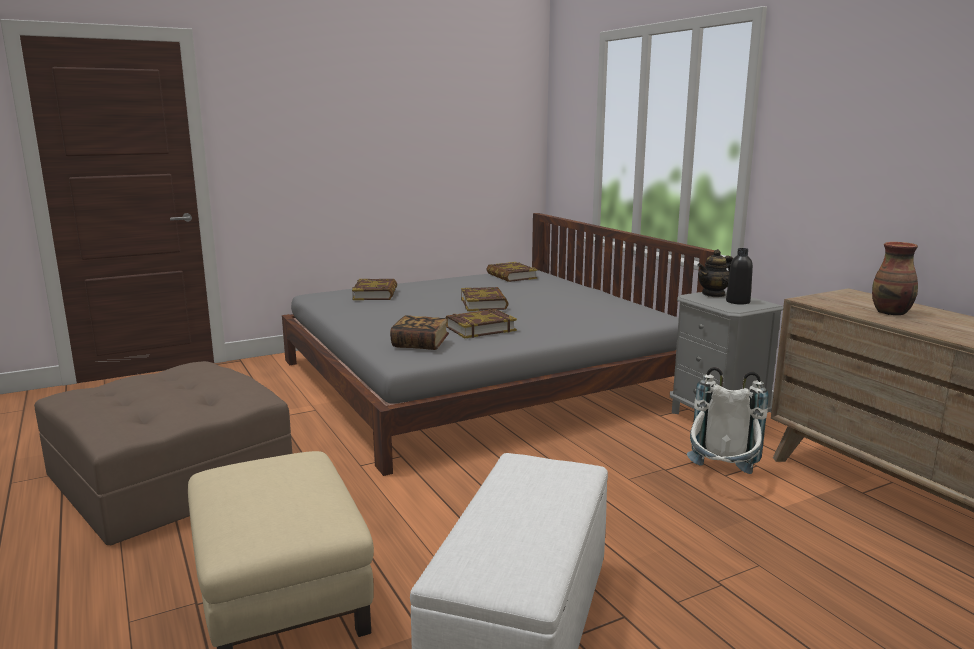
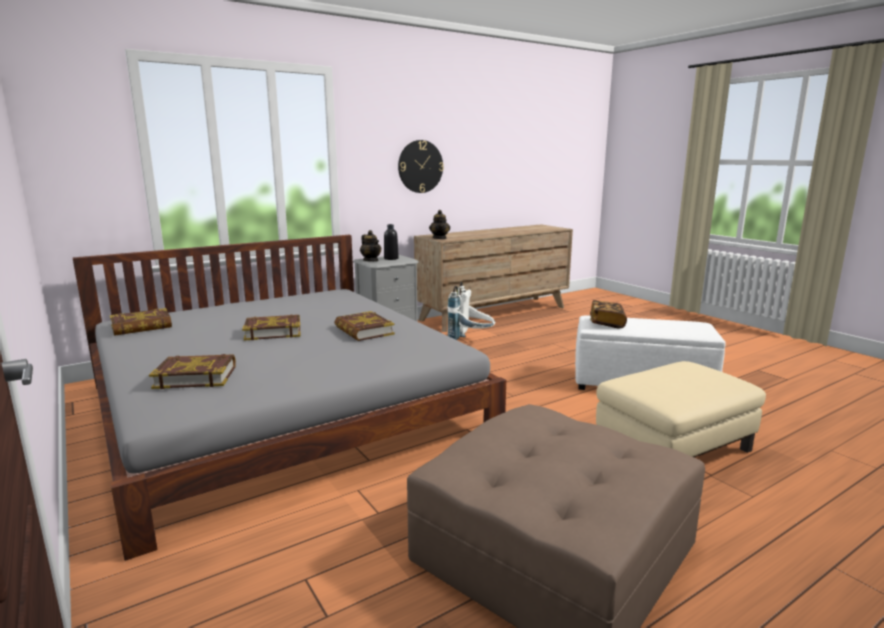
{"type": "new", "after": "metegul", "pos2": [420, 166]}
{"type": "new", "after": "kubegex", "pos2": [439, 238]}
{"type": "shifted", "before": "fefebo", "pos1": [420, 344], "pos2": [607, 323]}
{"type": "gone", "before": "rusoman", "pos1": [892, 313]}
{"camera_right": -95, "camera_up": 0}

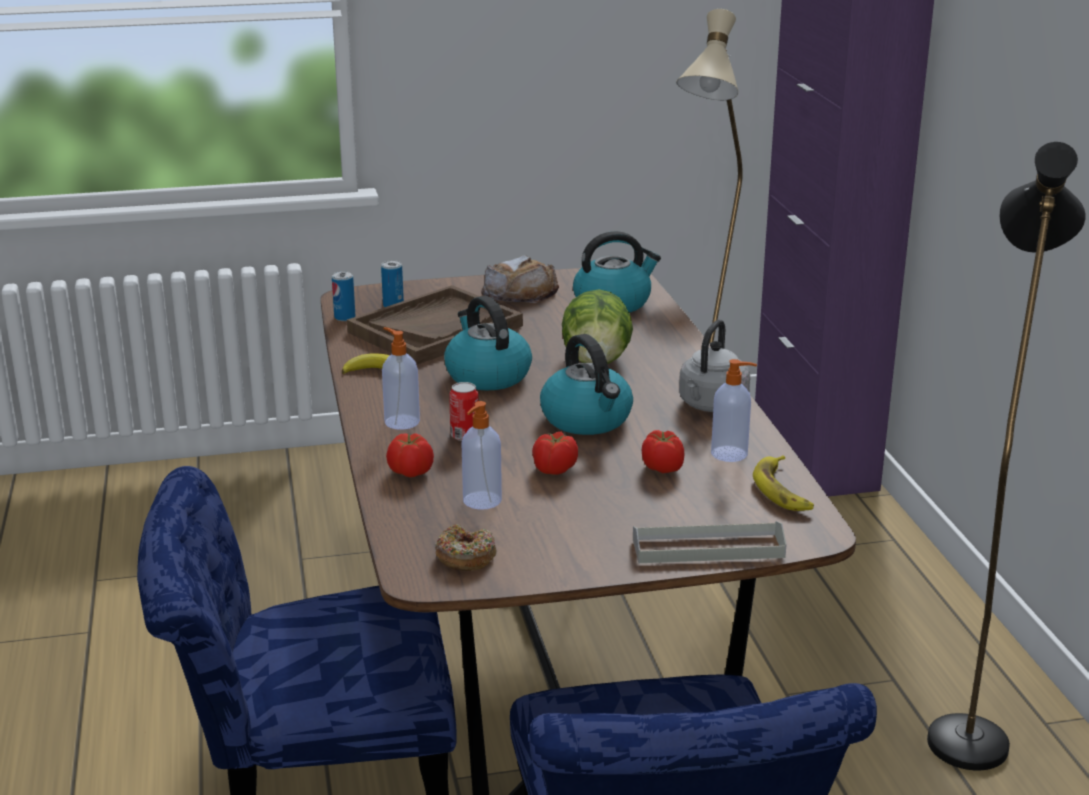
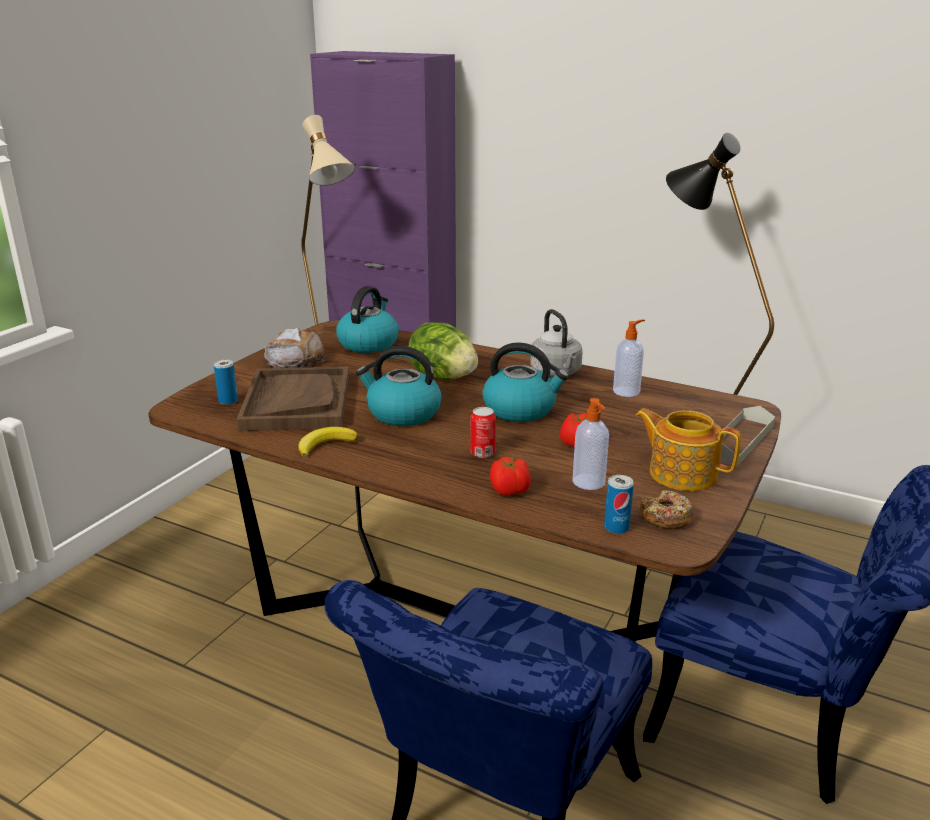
{"type": "shifted", "before": "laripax", "pos1": [344, 317], "pos2": [616, 527]}
{"type": "new", "after": "kubegex", "pos2": [681, 473]}
{"type": "gone", "before": "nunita", "pos1": [401, 421]}
{"type": "gone", "before": "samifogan", "pos1": [662, 468]}
{"type": "gone", "before": "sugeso", "pos1": [782, 490]}
{"camera_right": -50, "camera_up": 0}

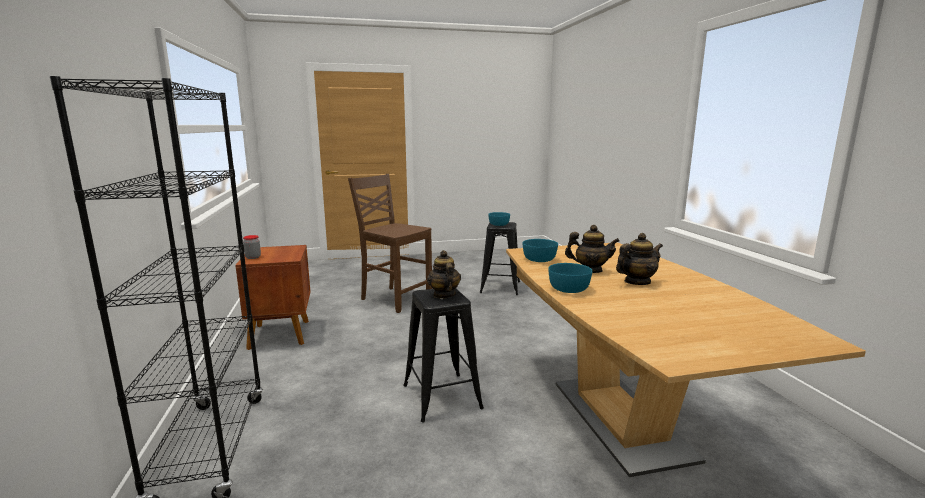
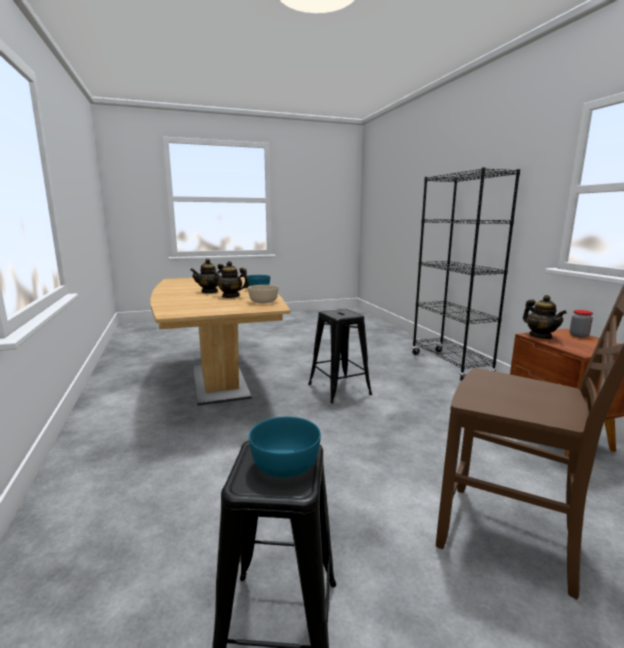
{"type": "repainted", "before": "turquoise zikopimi", "after": "beige zikopimi", "pos1": [539, 259], "pos2": [263, 301]}
{"type": "shifted", "before": "kubegex", "pos1": [444, 295], "pos2": [540, 336]}
{"camera_right": 175, "camera_up": 0}

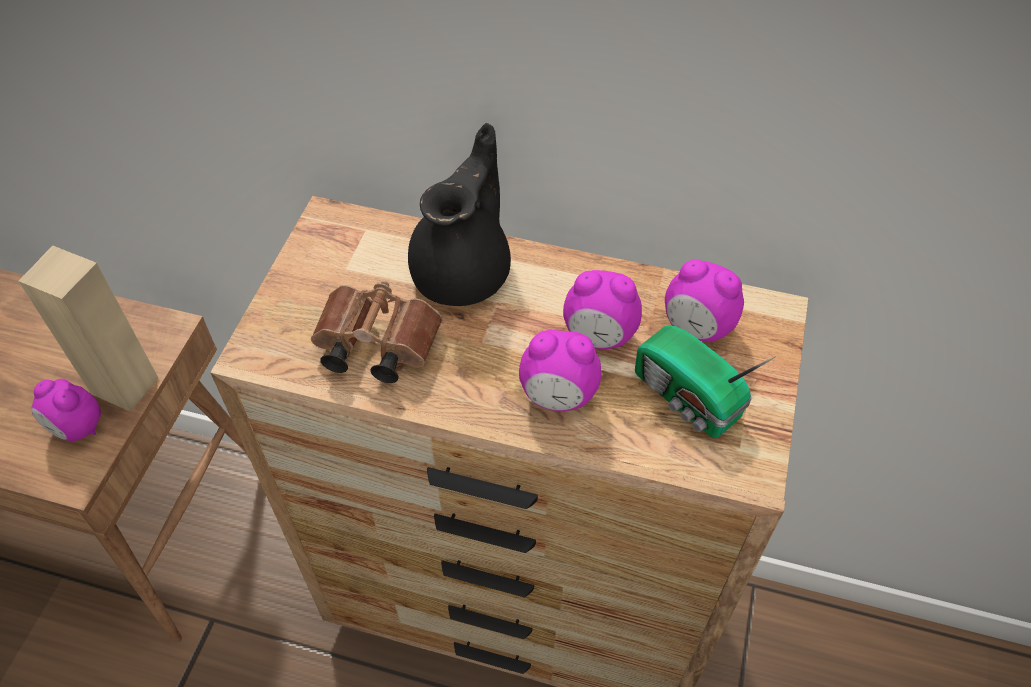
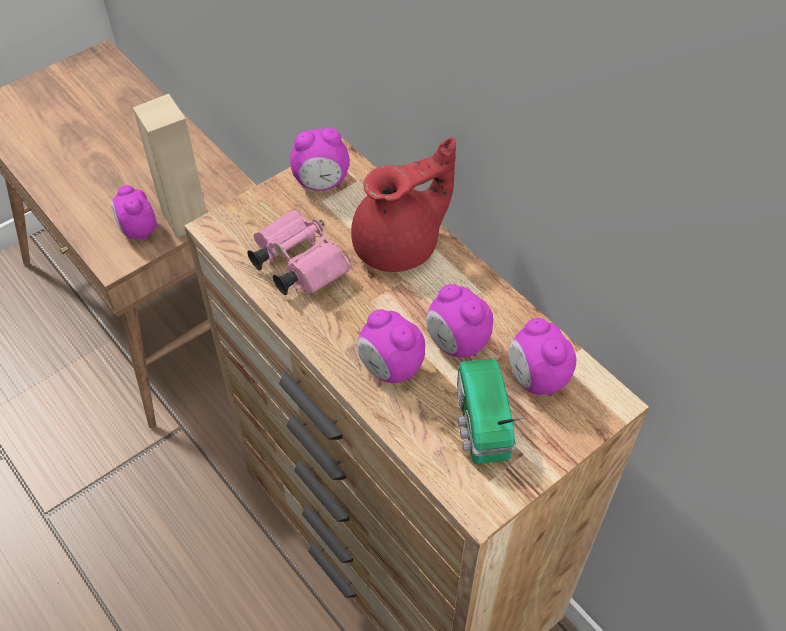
{"type": "repainted", "before": "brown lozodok", "after": "pink lozodok", "pos1": [373, 346], "pos2": [296, 264]}
{"type": "new", "after": "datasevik", "pos2": [321, 182]}
{"type": "repainted", "before": "black kubegex", "after": "red kubegex", "pos1": [464, 272], "pos2": [400, 245]}
{"camera_right": 35, "camera_up": 0}

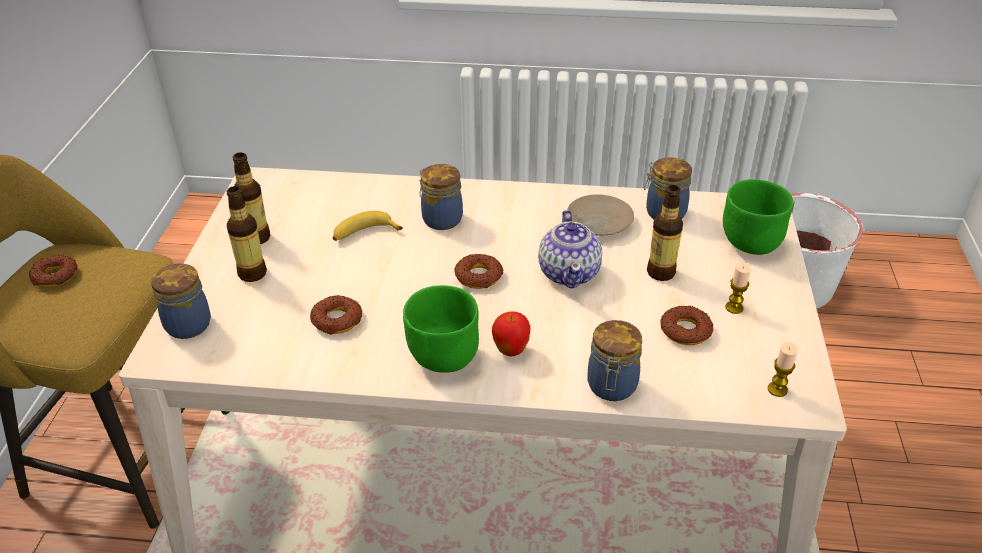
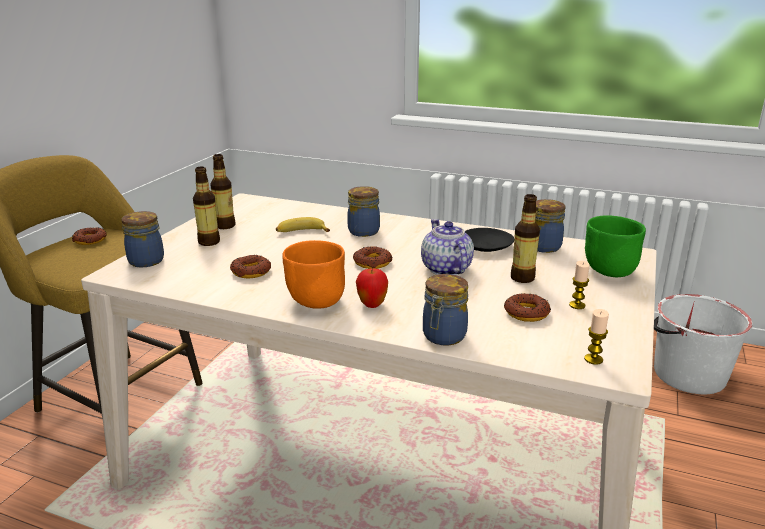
{"type": "repainted", "before": "green zikopimi", "after": "orange zikopimi", "pos1": [443, 359], "pos2": [316, 302]}
{"type": "rotated", "before": "kubegex", "pos1": [569, 273], "pos2": [446, 269], "turn": 150}
{"type": "repainted", "before": "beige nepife", "after": "black nepife", "pos1": [599, 223], "pos2": [485, 246]}
{"camera_right": 15, "camera_up": -15}

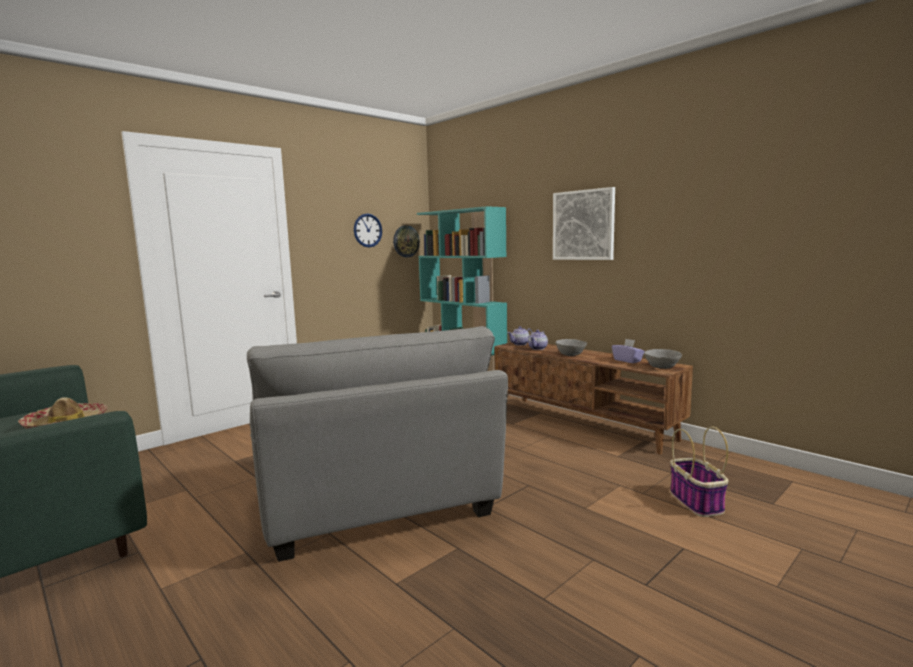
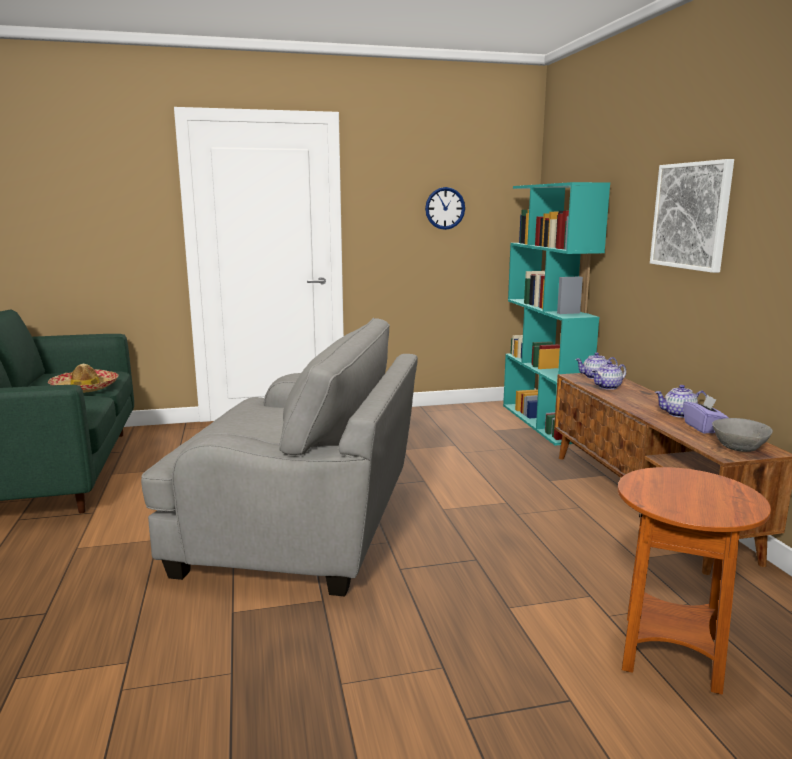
{"type": "rotated", "before": "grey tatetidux", "pos1": [376, 503], "pos2": [302, 529], "turn": -90}
{"type": "swapped", "before": "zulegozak", "after": "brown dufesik", "pos1": [697, 502], "pos2": [671, 653]}
{"type": "new", "after": "kubegex", "pos2": [678, 414]}
{"type": "gone", "before": "metegul", "pos1": [406, 241]}
{"type": "gone", "before": "grey zikopimi", "pos1": [570, 355]}
{"camera_right": 30, "camera_up": 5}

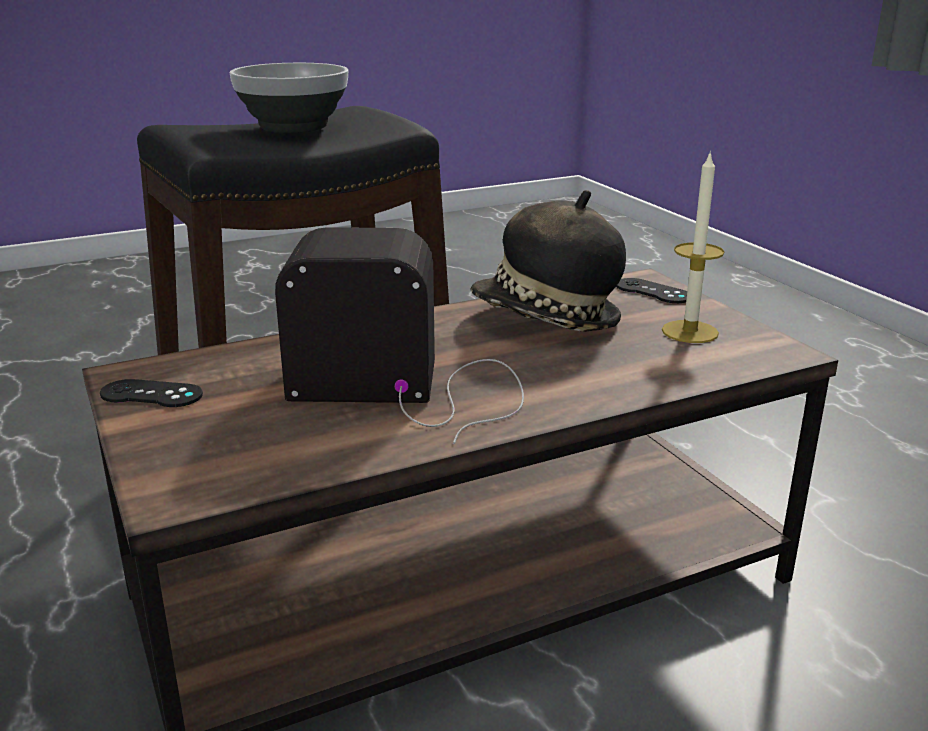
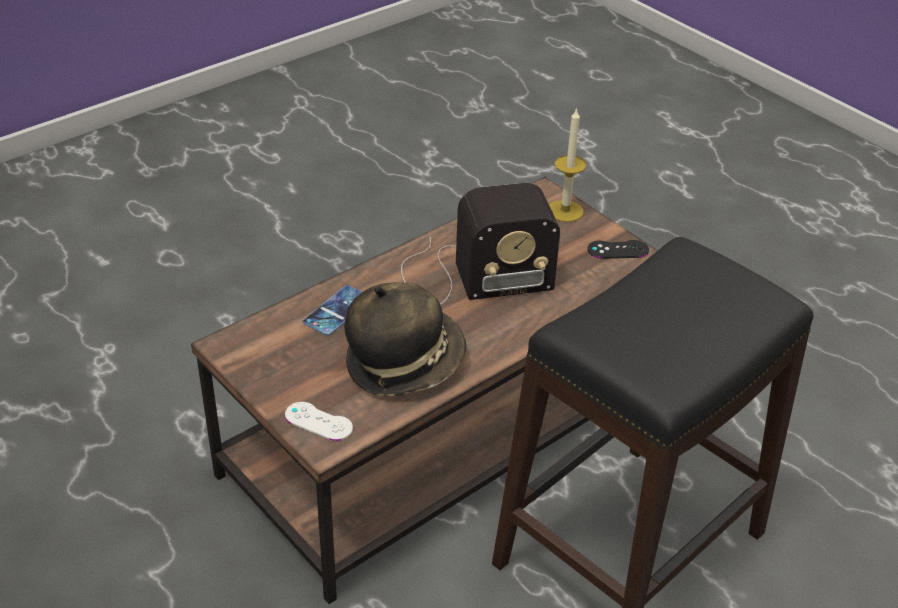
{"type": "repainted", "before": "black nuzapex", "after": "white nuzapex", "pos1": [653, 291], "pos2": [318, 421]}
{"type": "new", "after": "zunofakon", "pos2": [337, 311]}
{"type": "shifted", "before": "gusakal", "pos1": [690, 332], "pos2": [565, 211]}
{"type": "gone", "before": "zikopimi", "pos1": [292, 127]}
{"camera_right": 165, "camera_up": 15}

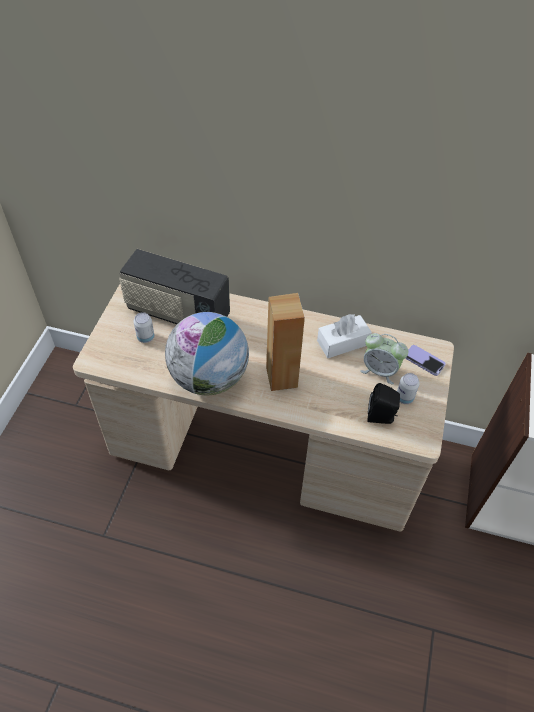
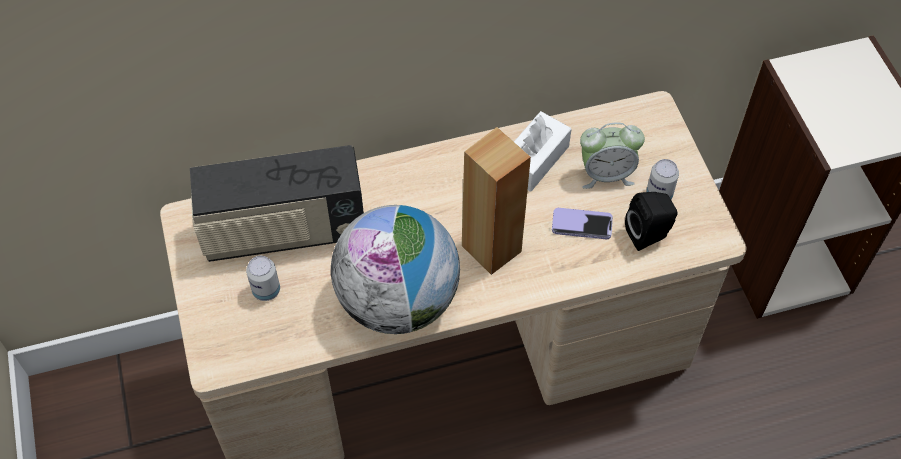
{"type": "shifted", "before": "zunofakon", "pos1": [424, 361], "pos2": [582, 225]}
{"camera_right": -30, "camera_up": 5}

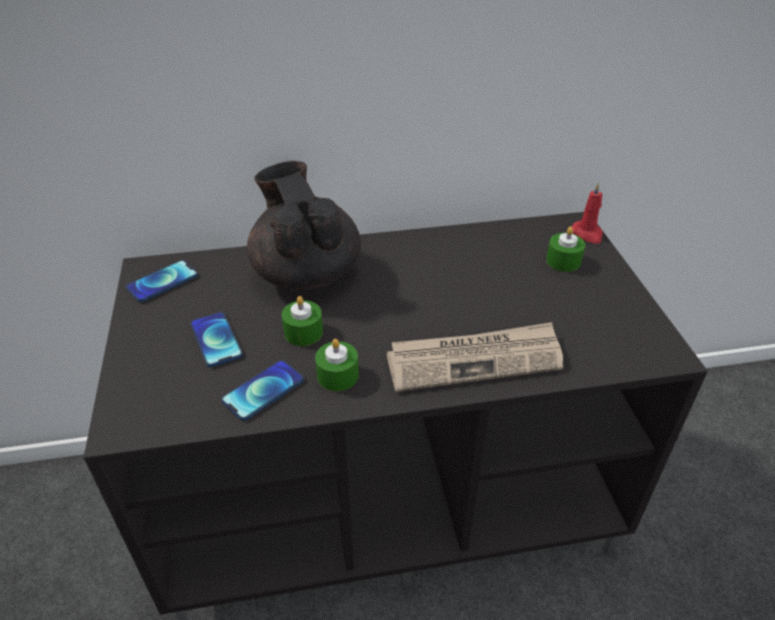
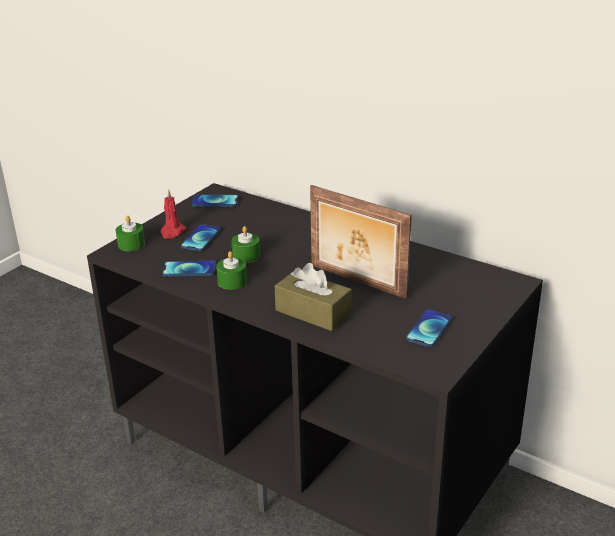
{"type": "shifted", "before": "green gusakal", "pos1": [563, 261], "pos2": [131, 244]}
{"type": "shifted", "before": "red gusakal", "pos1": [587, 234], "pos2": [172, 232]}
{"type": "swapped", "before": "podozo", "after": "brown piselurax", "pos1": [475, 359], "pos2": [313, 312]}
{"type": "new", "after": "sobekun", "pos2": [356, 282]}
{"type": "new", "after": "zunofakon", "pos2": [429, 329]}
{"type": "gone", "before": "black kubegex", "pos1": [306, 272]}
{"camera_right": 45, "camera_up": -10}

